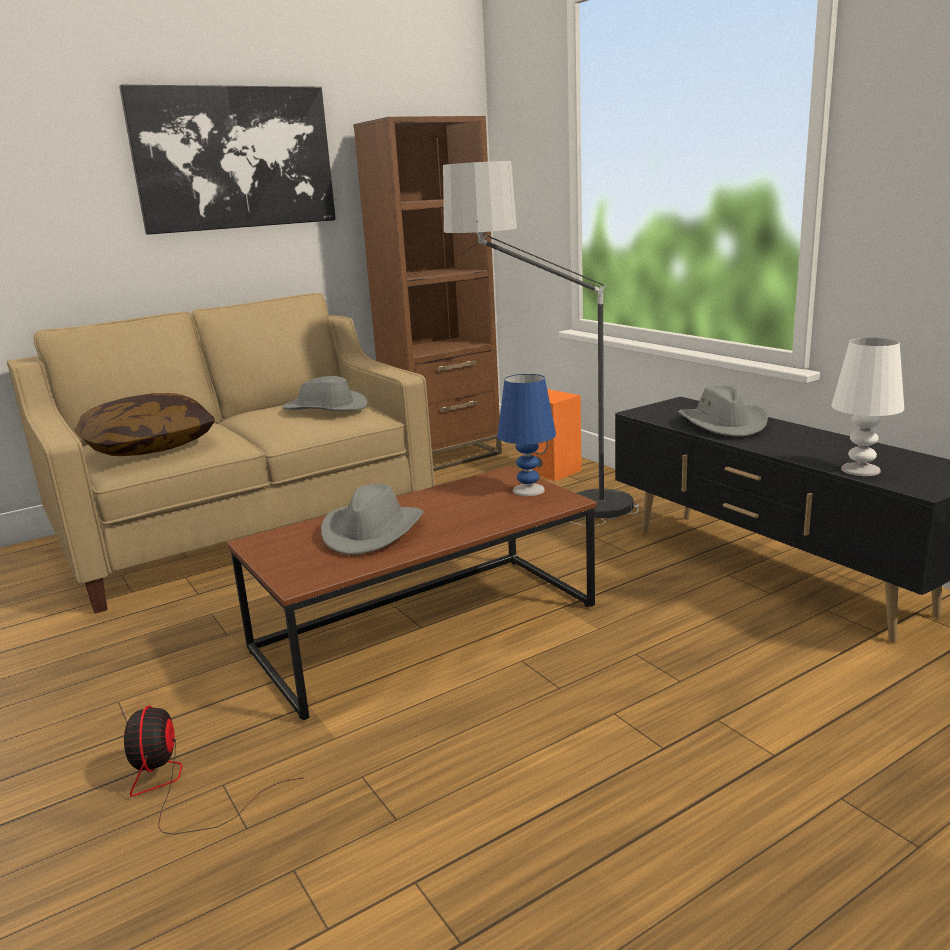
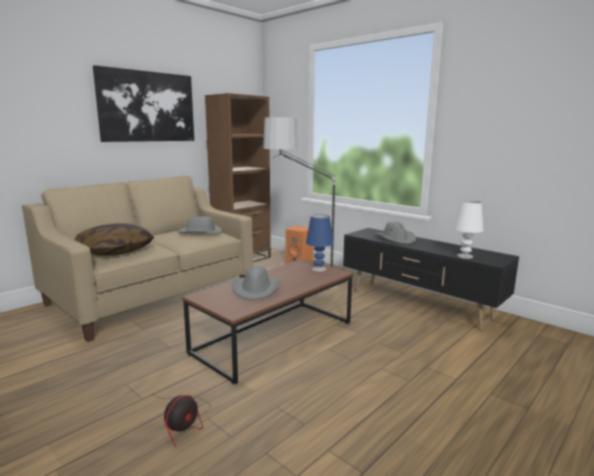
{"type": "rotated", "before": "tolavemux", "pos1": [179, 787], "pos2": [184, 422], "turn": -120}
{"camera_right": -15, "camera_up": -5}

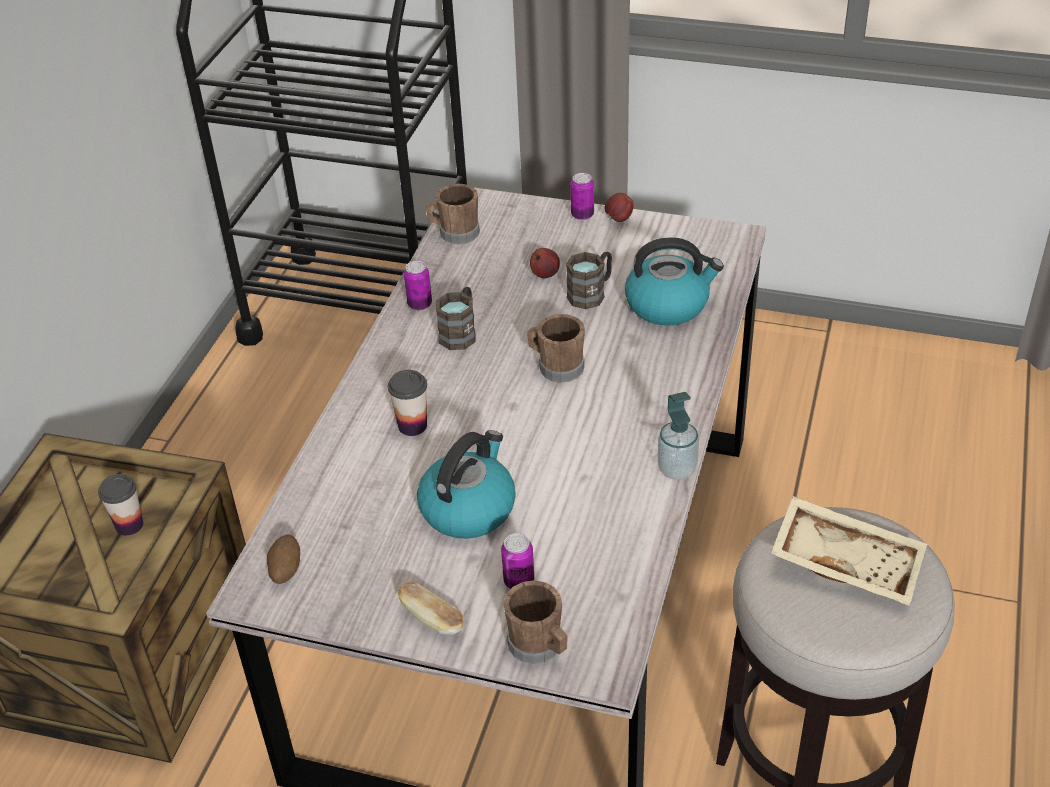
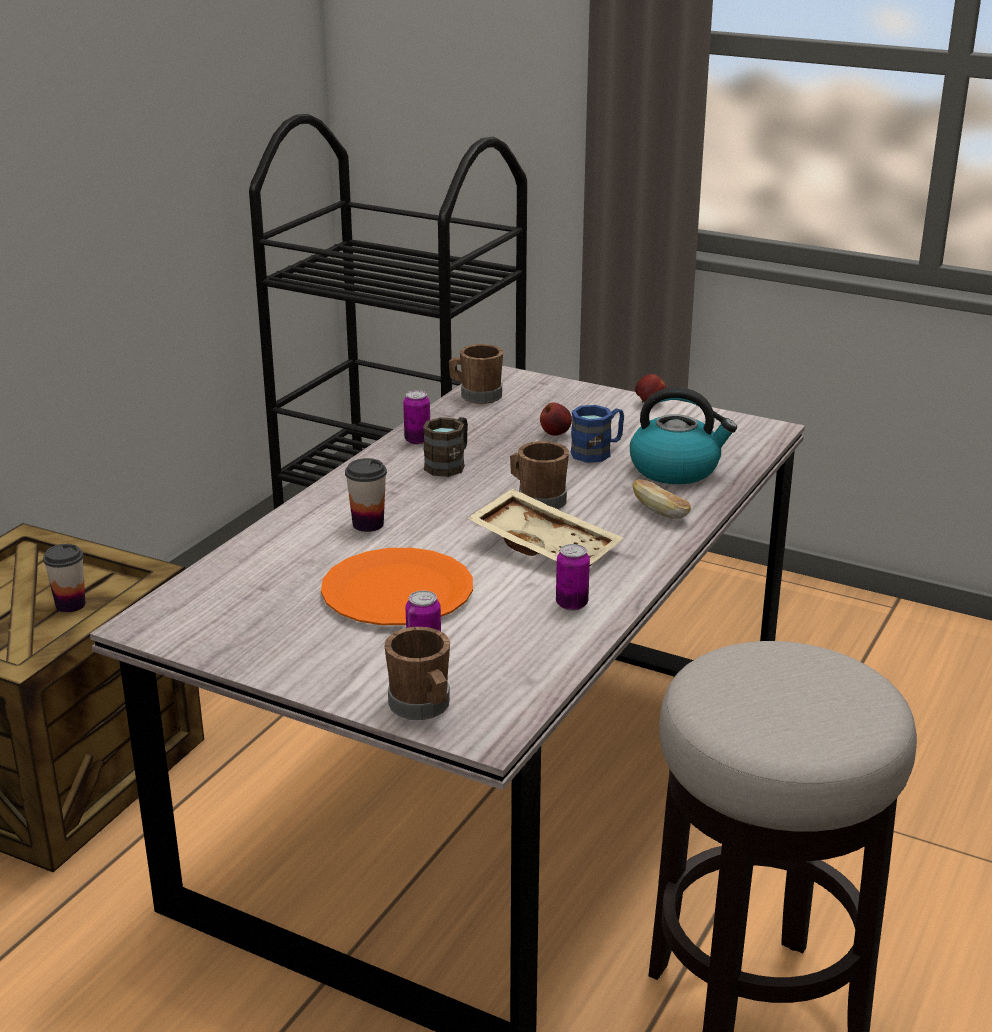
{"type": "swapped", "before": "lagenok", "after": "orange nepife", "pos1": [468, 508], "pos2": [397, 591]}
{"type": "shifted", "before": "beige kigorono", "pos1": [847, 561], "pos2": [546, 546]}
{"type": "shifted", "before": "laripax", "pos1": [582, 215], "pos2": [571, 604]}
{"type": "repainted", "before": "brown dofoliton", "after": "blue dofoliton", "pos1": [591, 293], "pos2": [598, 452]}
{"type": "shifted", "before": "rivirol", "pos1": [432, 618], "pos2": [660, 512]}
{"type": "gone", "before": "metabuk", "pos1": [285, 570]}
{"type": "gone", "before": "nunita", "pos1": [677, 469]}
{"camera_right": 10, "camera_up": -15}

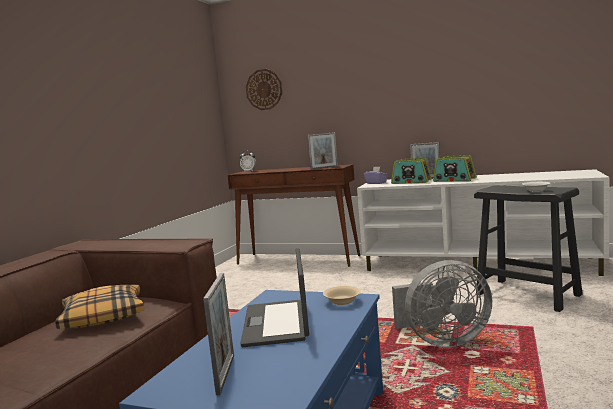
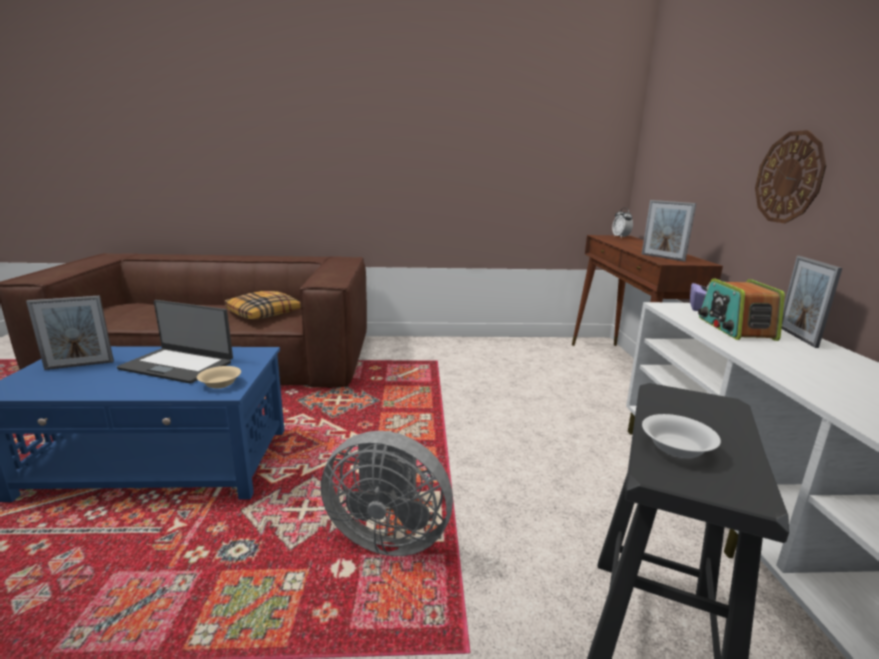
{"type": "rotated", "before": "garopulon", "pos1": [277, 323], "pos2": [178, 365], "turn": -135}
{"type": "rotated", "before": "grey tolavemux", "pos1": [442, 341], "pos2": [388, 535], "turn": -45}
{"type": "shifted", "before": "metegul", "pos1": [264, 89], "pos2": [789, 177]}
{"type": "gone", "before": "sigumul", "pos1": [454, 180]}
{"camera_right": 65, "camera_up": 10}

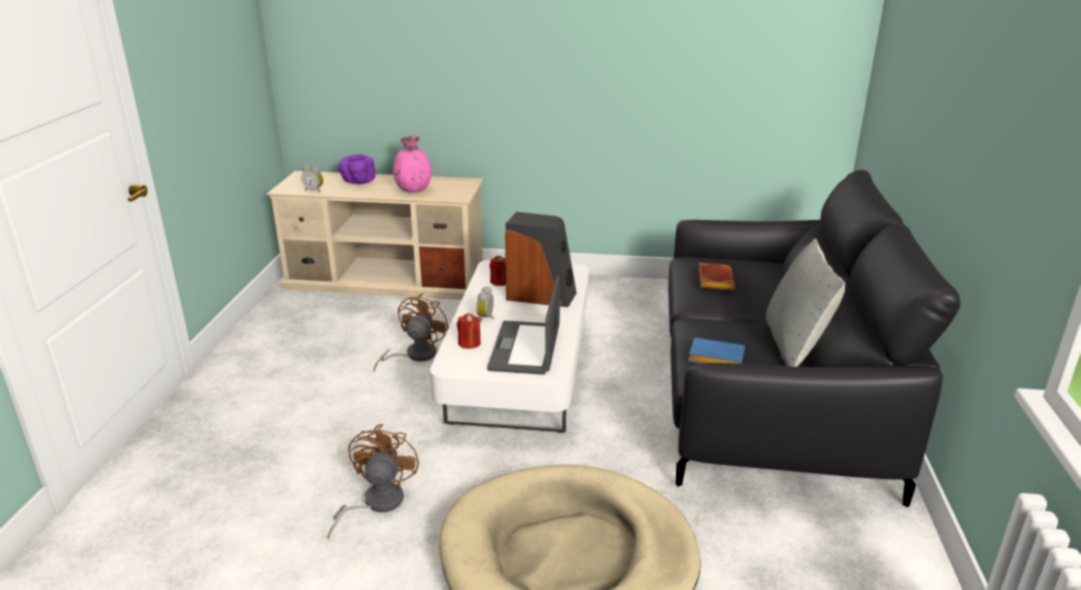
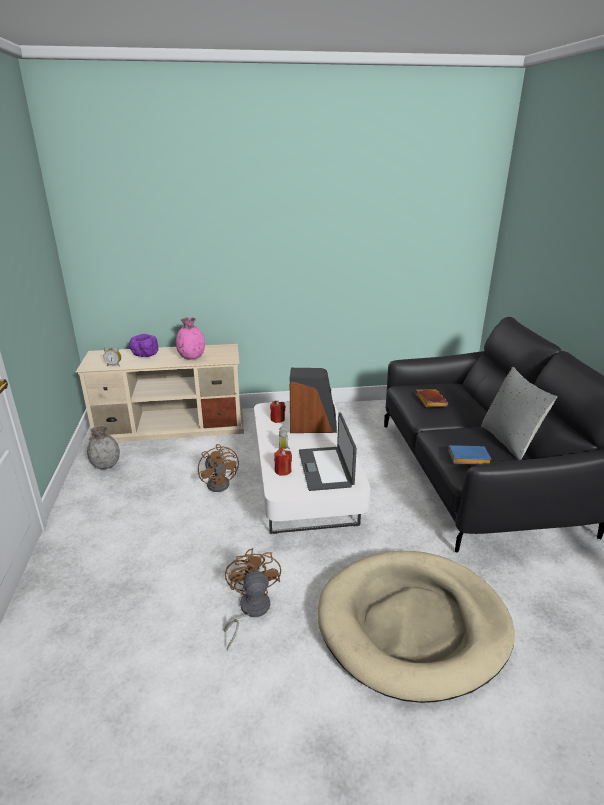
{"type": "new", "after": "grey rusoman", "pos2": [106, 465]}
{"type": "rotated", "before": "brown tolavemux", "pos1": [414, 355], "pos2": [221, 483], "turn": 150}
{"camera_right": -15, "camera_up": 0}

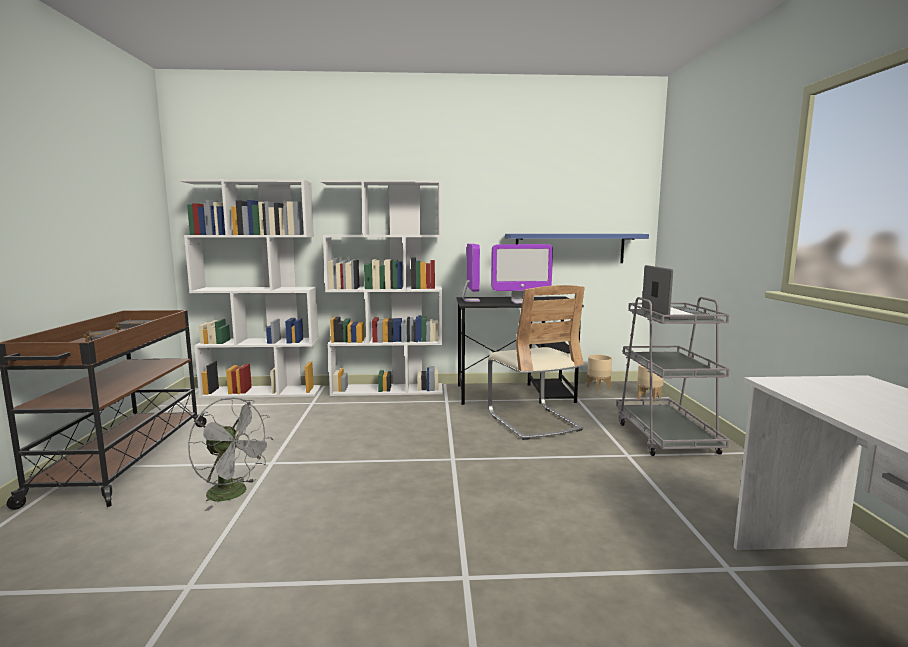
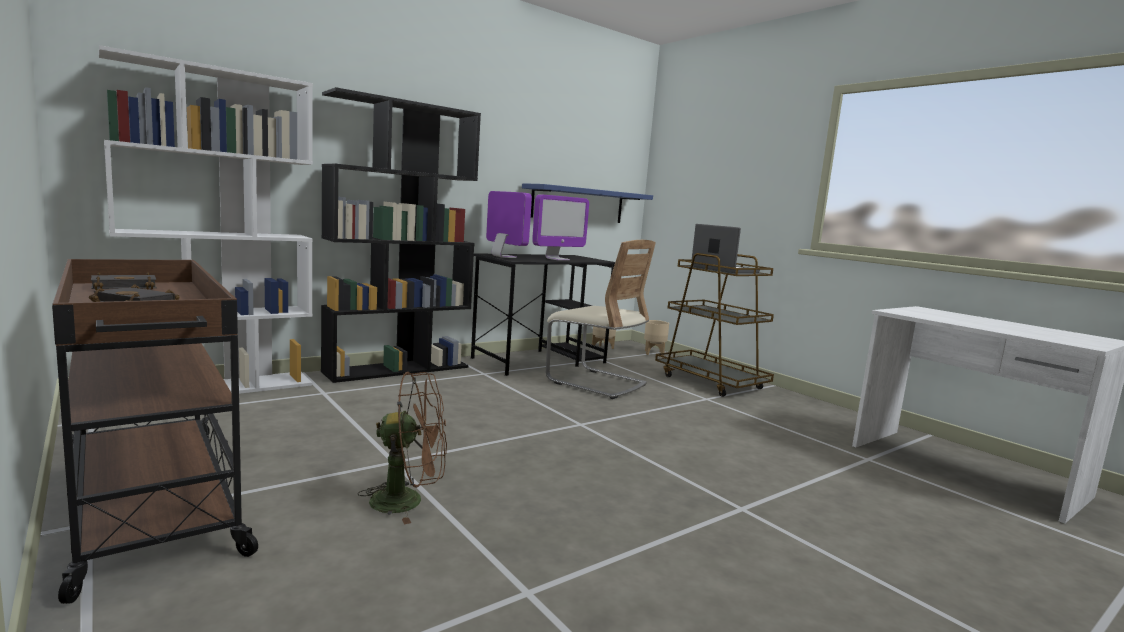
{"type": "repainted", "before": "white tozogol", "after": "black tozogol", "pos1": [388, 390], "pos2": [398, 369]}
{"type": "repainted", "before": "grey tolavemux", "after": "brown tolavemux", "pos1": [234, 494], "pos2": [408, 501]}
{"type": "repainted", "before": "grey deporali", "after": "brown deporali", "pos1": [665, 437], "pos2": [710, 382]}
{"camera_right": -35, "camera_up": 0}

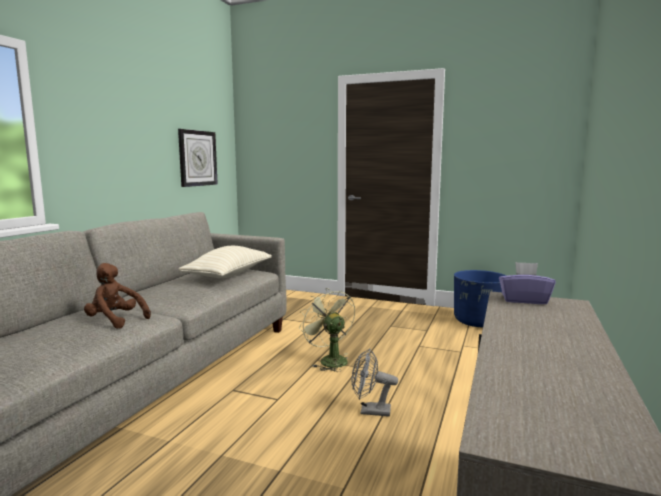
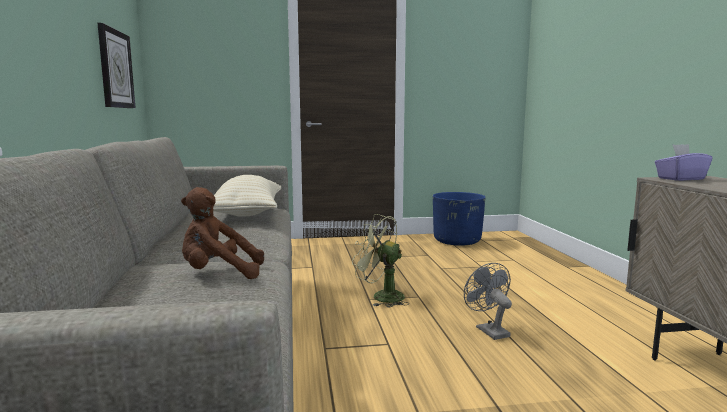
{"type": "rotated", "before": "grey tolavemux", "pos1": [370, 411], "pos2": [488, 330], "turn": 90}
{"camera_right": -30, "camera_up": 0}

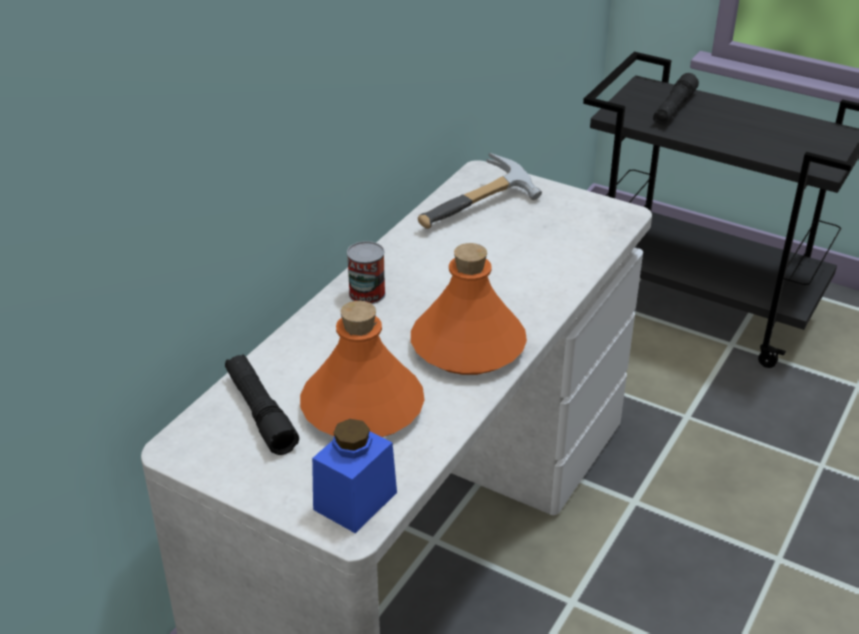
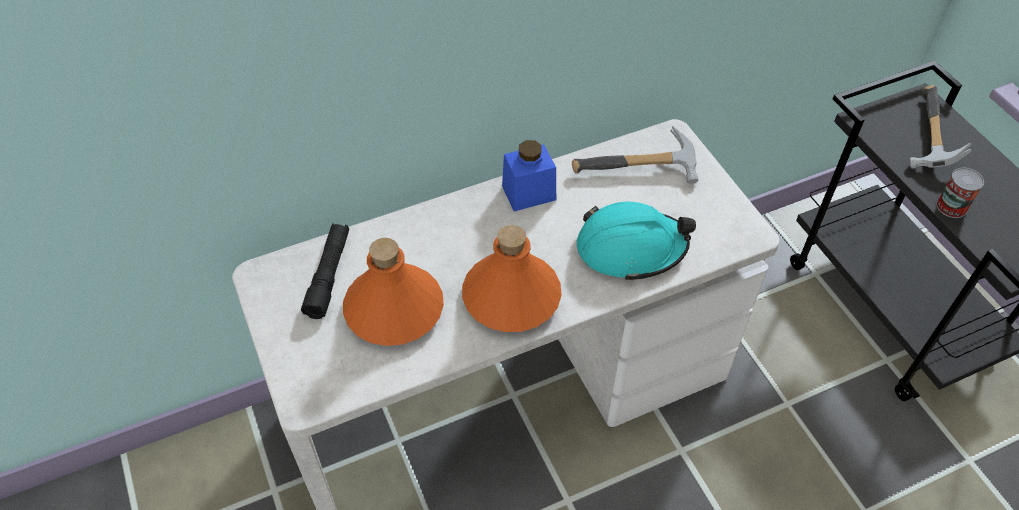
{"type": "shifted", "before": "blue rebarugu", "pos1": [355, 501], "pos2": [529, 193]}
{"type": "new", "after": "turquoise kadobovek", "pos2": [631, 248]}
{"type": "swapped", "before": "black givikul", "after": "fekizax", "pos1": [674, 109], "pos2": [925, 137]}
{"type": "shifted", "before": "laripax", "pos1": [367, 293], "pos2": [951, 206]}
{"camera_right": 35, "camera_up": 15}

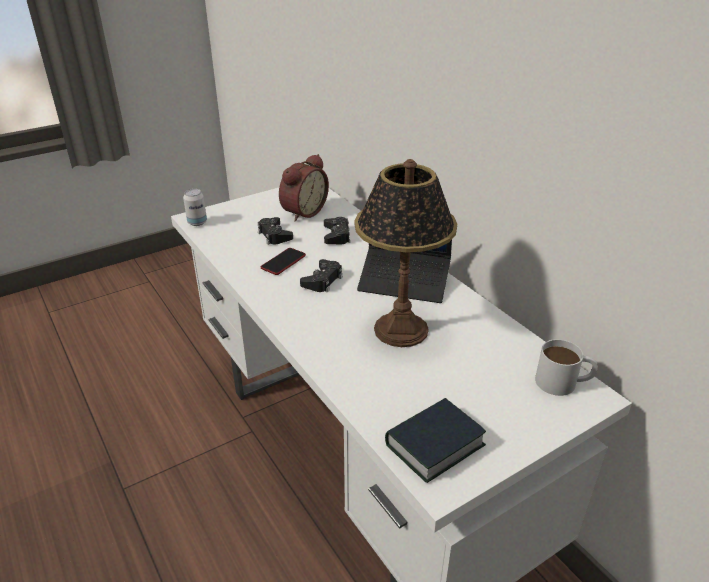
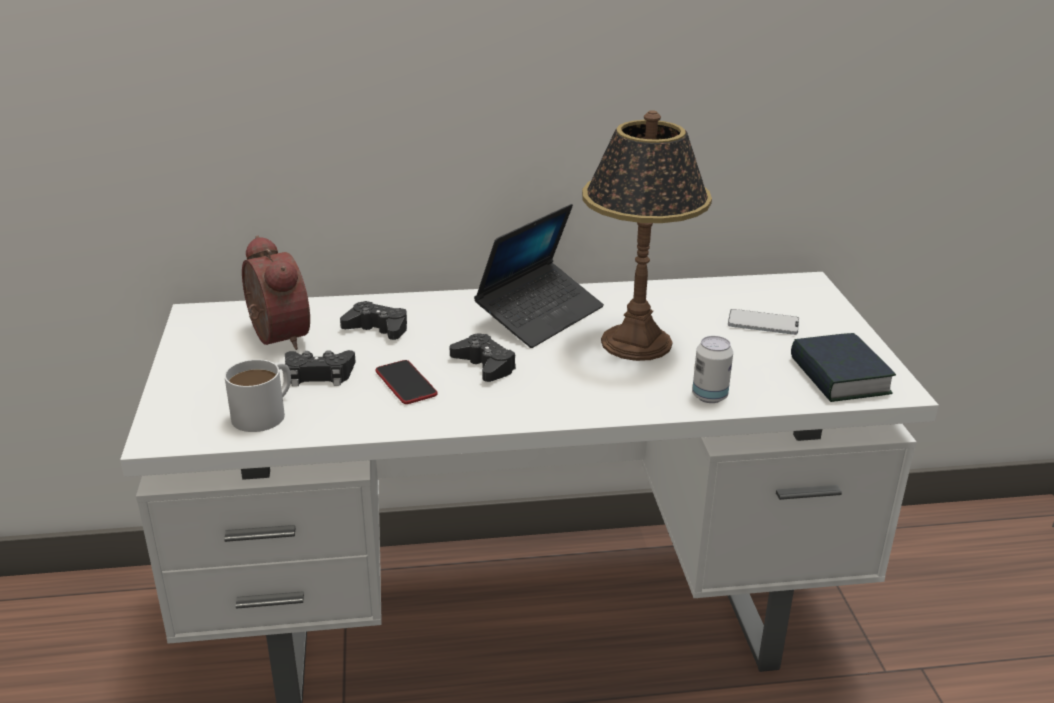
{"type": "shifted", "before": "white dofoliton", "pos1": [563, 382], "pos2": [266, 412]}
{"type": "shifted", "before": "laripax", "pos1": [197, 222], "pos2": [709, 396]}
{"type": "new", "after": "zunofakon", "pos2": [763, 323]}
{"camera_right": -65, "camera_up": -5}

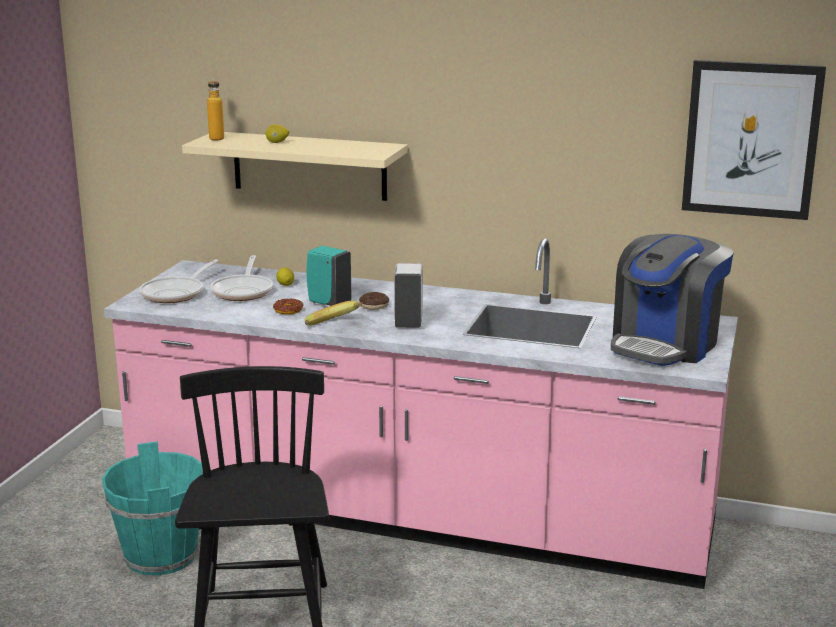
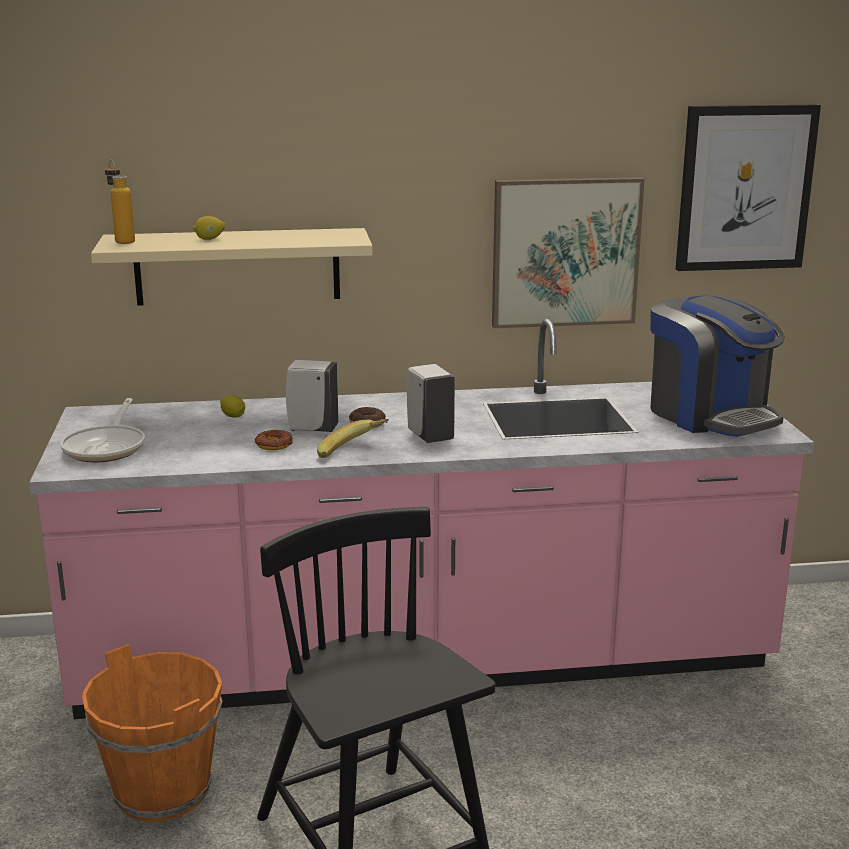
{"type": "repainted", "before": "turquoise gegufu", "after": "orange gegufu", "pos1": [161, 556], "pos2": [163, 791]}
{"type": "repainted", "before": "turquoise nunita", "after": "white nunita", "pos1": [328, 303], "pos2": [311, 429]}
{"type": "new", "after": "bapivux", "pos2": [565, 252]}
{"type": "rotated", "before": "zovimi", "pos1": [665, 344], "pos2": [710, 415], "turn": -45}
{"type": "gone", "before": "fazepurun", "pos1": [243, 291]}
{"camera_right": -25, "camera_up": 0}

